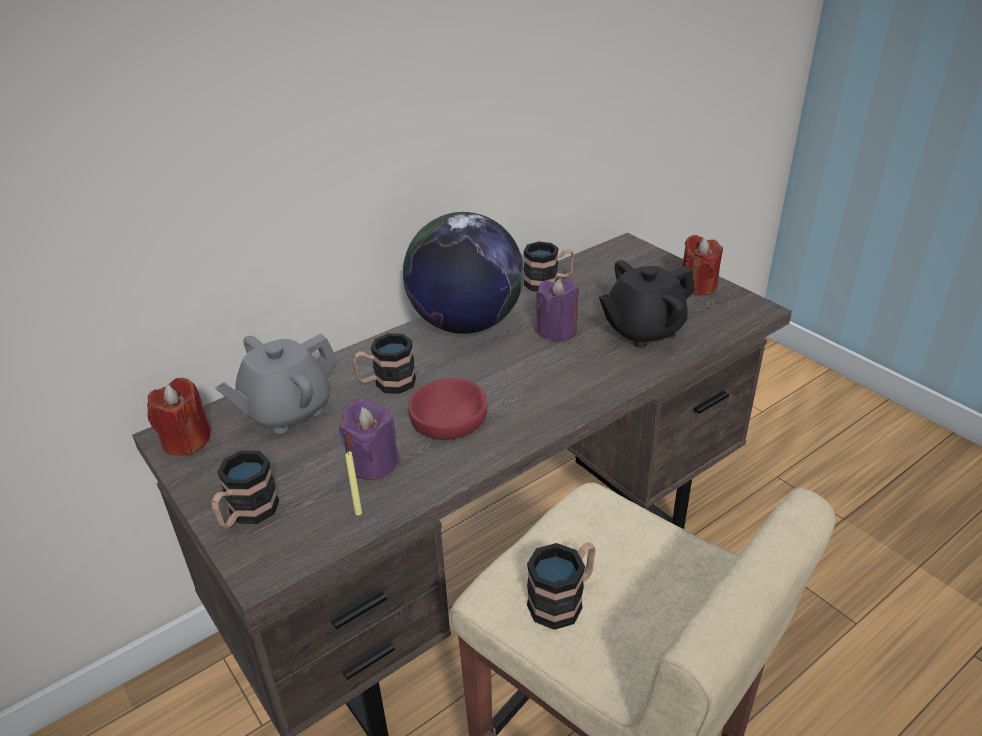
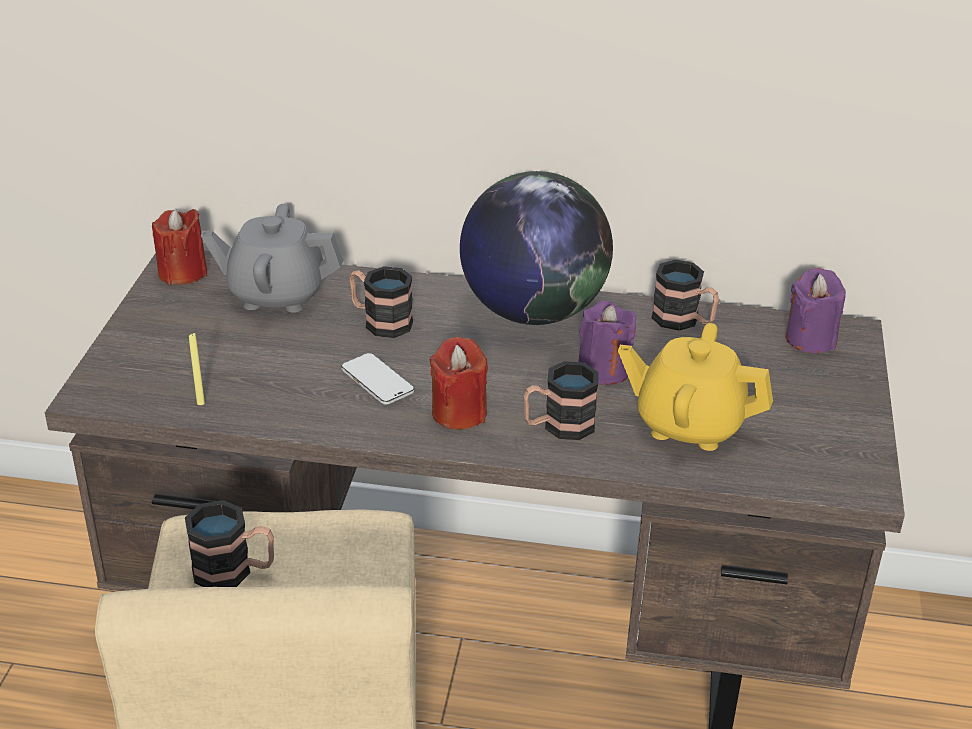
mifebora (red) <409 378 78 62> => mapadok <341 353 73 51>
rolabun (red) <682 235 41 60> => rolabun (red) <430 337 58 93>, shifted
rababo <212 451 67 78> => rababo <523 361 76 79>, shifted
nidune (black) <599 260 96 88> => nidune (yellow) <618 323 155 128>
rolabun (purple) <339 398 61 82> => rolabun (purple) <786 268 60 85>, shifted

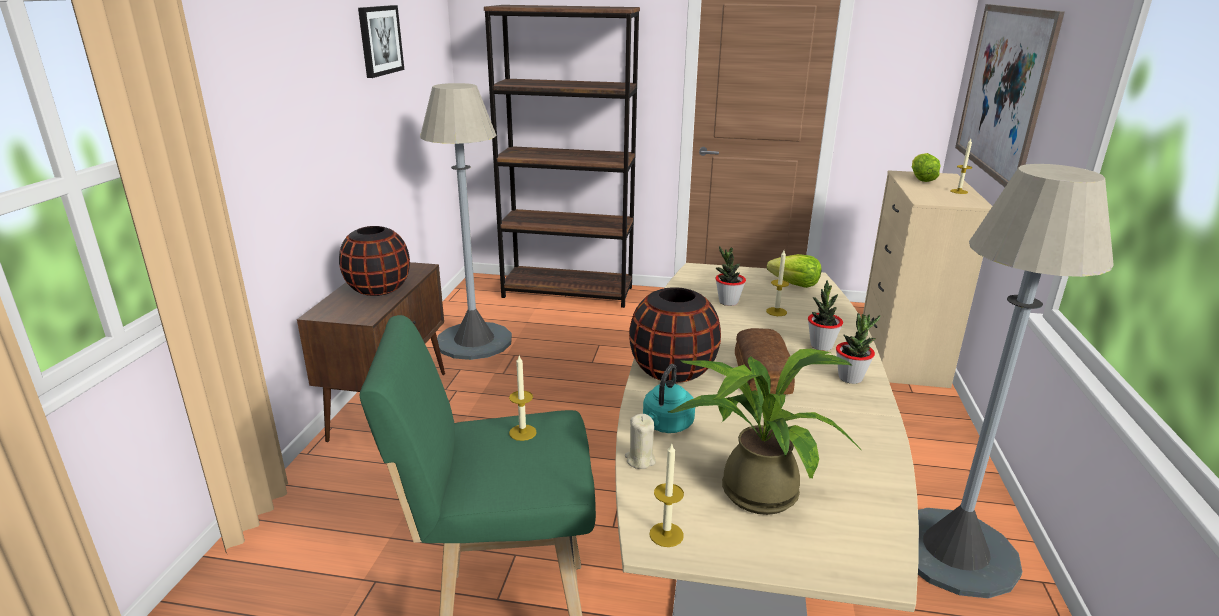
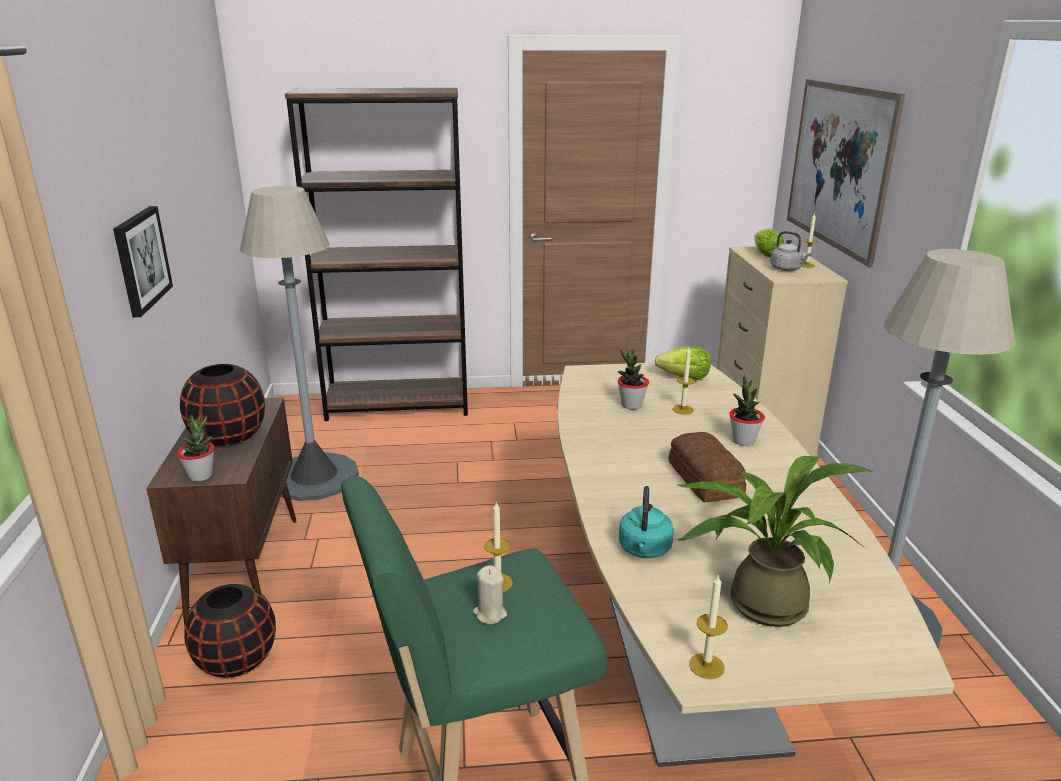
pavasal <358 5 46 73> => pavasal <113 206 60 111>, shifted
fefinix <836 313 44 71> => fefinix <177 415 37 67>, shifted
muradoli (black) <629 287 92 96> => muradoli (black) <184 584 92 94>, shifted
rolabun (beige) <625 414 31 55> => rolabun (beige) <473 565 34 59>, shifted
nothing => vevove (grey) <770 231 42 40>

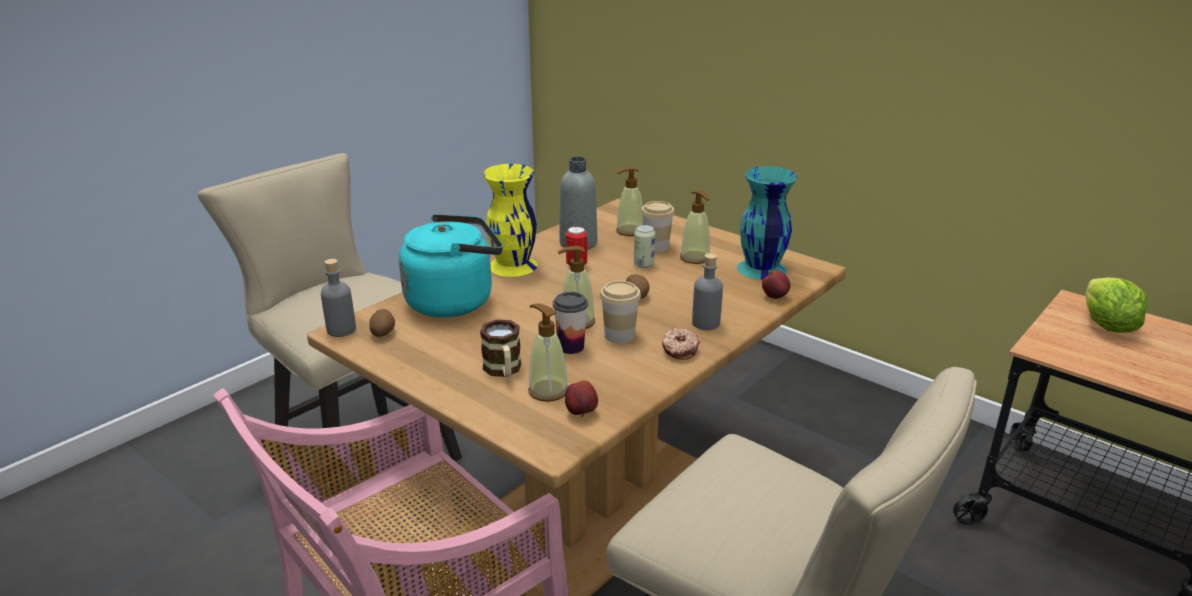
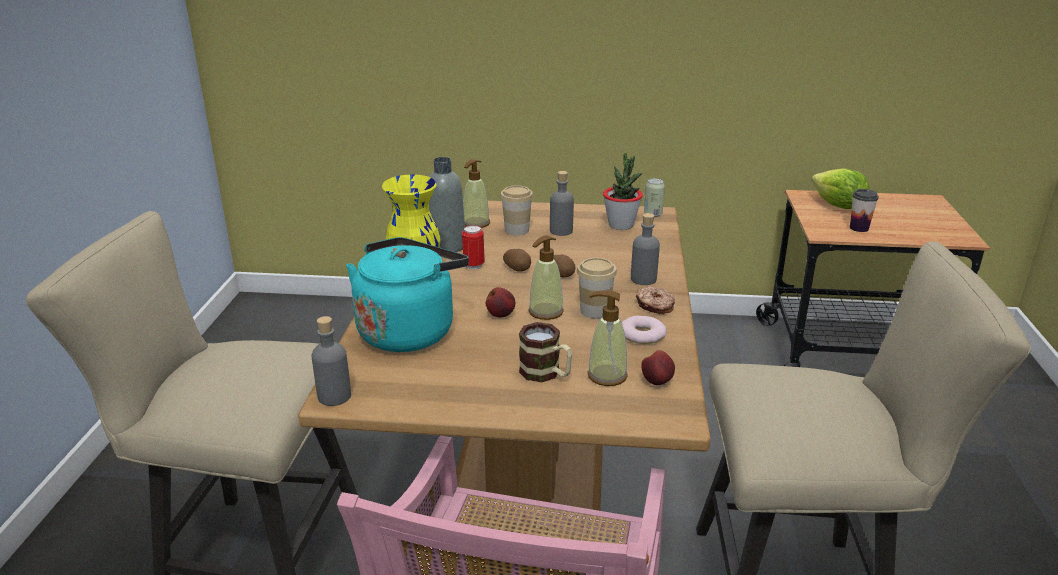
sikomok <762 270 28 29> => sikomok <486 287 29 31>, shifted
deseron <369 309 26 28> => deseron <503 249 28 23>, shifted
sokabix <680 190 30 74> => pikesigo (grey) <550 171 24 65>
muradoli (turquoise) <737 166 60 114> => fefinix <603 153 40 77>
nothing => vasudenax <622 316 45 28>
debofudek <634 225 21 43> => debofudek <644 178 21 39>, shifted
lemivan <553 292 35 62> => lemivan <850 189 29 43>, shifted

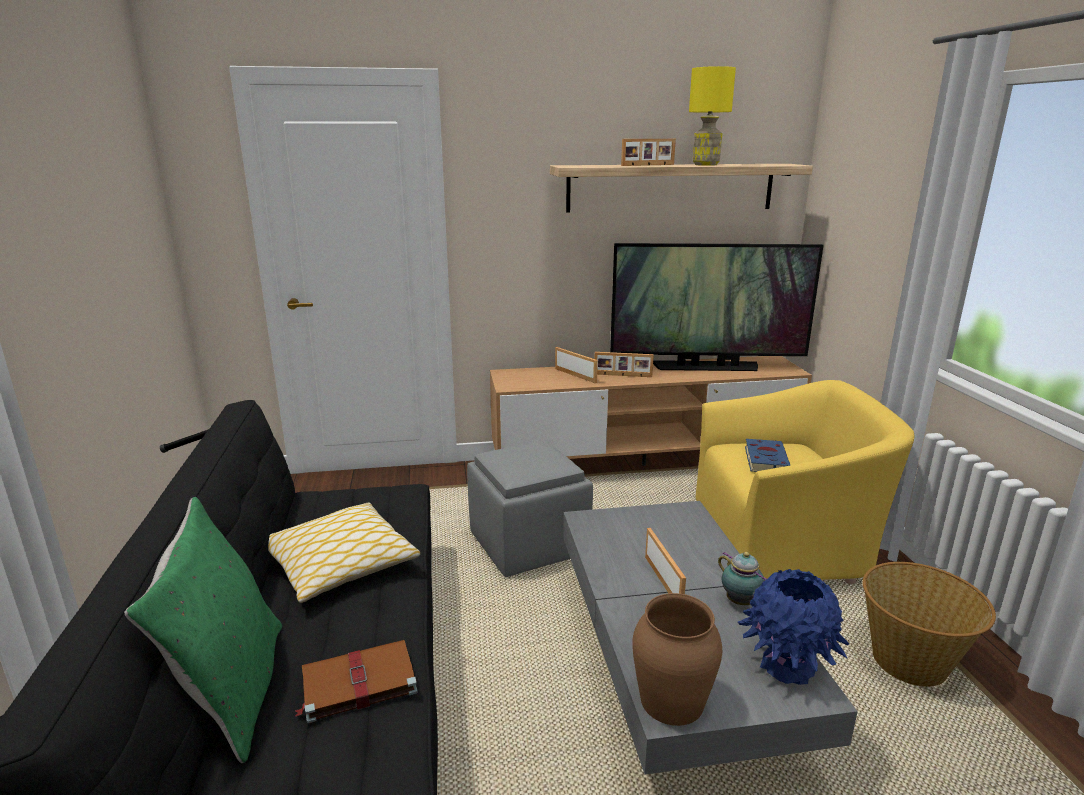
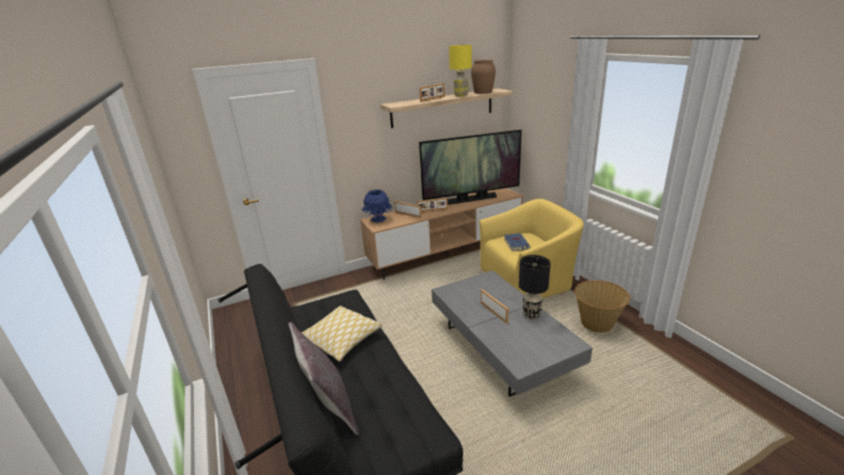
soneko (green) <124 497 158 266> => soneko (grey) <289 322 70 113>
muradoli (blue) <738 569 111 116> => muradoli (blue) <362 189 31 34>, shifted
muradoli (brown) <632 593 90 133> => muradoli (brown) <471 60 25 34>, shifted
nidune <718 552 48 53> => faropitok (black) <519 255 32 64>
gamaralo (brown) <295 640 123 83> => nothing
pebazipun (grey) <467 440 126 137> => nothing

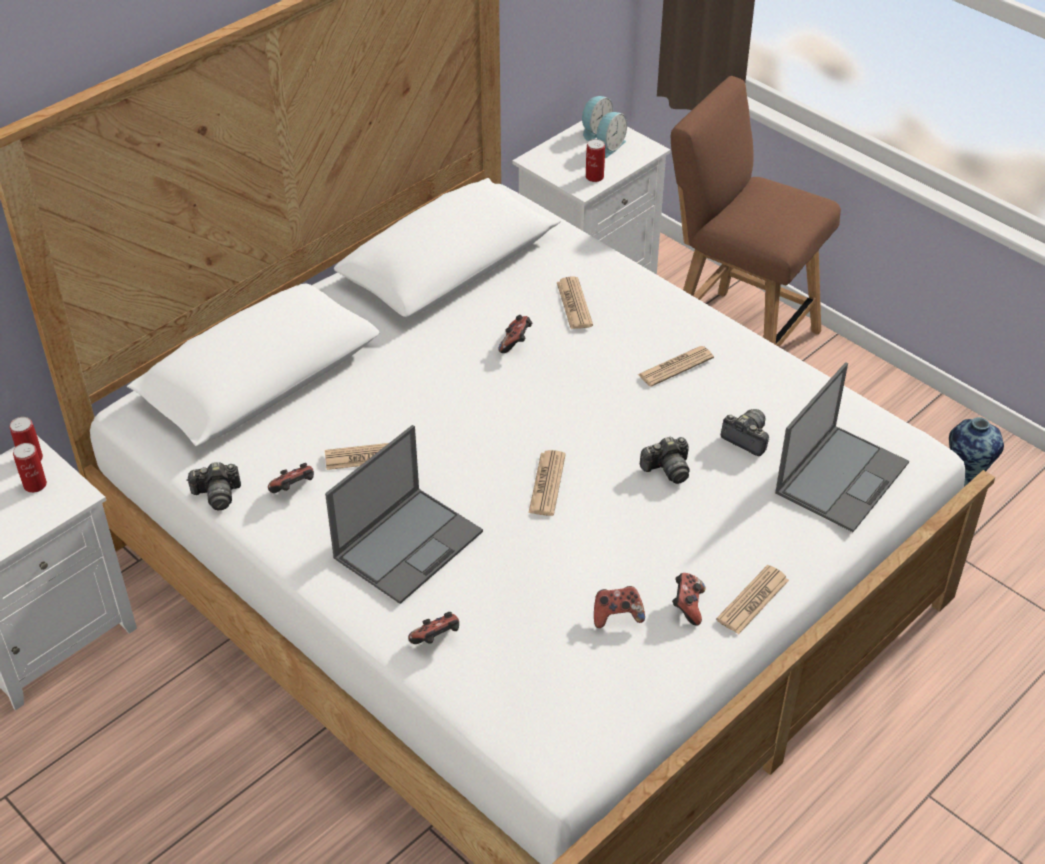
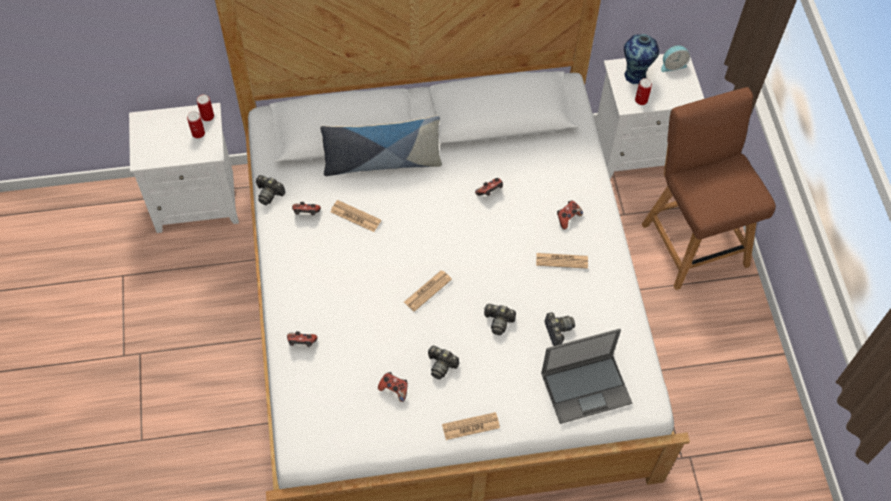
nothing => soneko <320 116 122 60>
nothing => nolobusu <428 346 31 33>
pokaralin <672 573 34 53> => pokaralin <557 201 26 29>, shifted
muradoli <949 417 55 70> => muradoli <624 34 35 50>, shifted
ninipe <325 425 158 179> => nothing
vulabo <557 277 36 52> => nothing
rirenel <597 112 30 46> => nothing

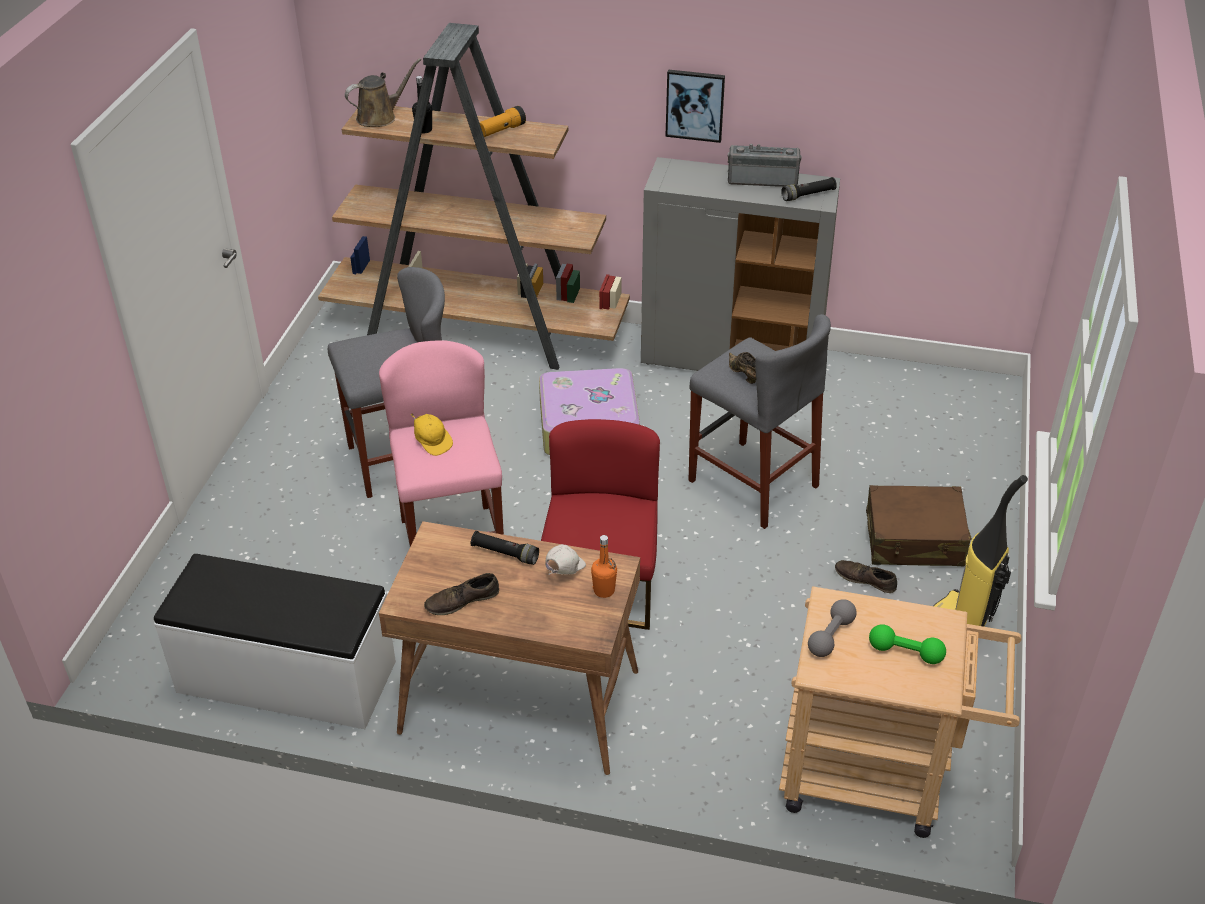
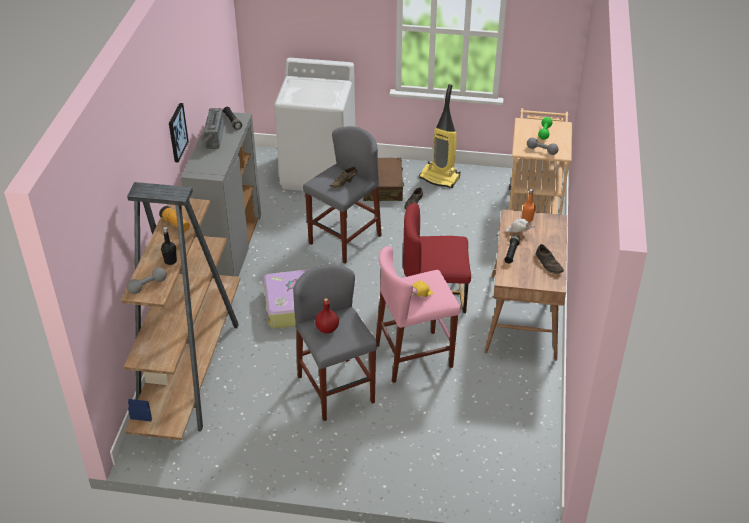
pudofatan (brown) <345 58 76 69> => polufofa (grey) <127 267 40 27>
nothing => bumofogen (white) <274 58 81 133>
nothing => pikesigo (red) <315 298 24 36>
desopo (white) <154 554 242 175> => nothing

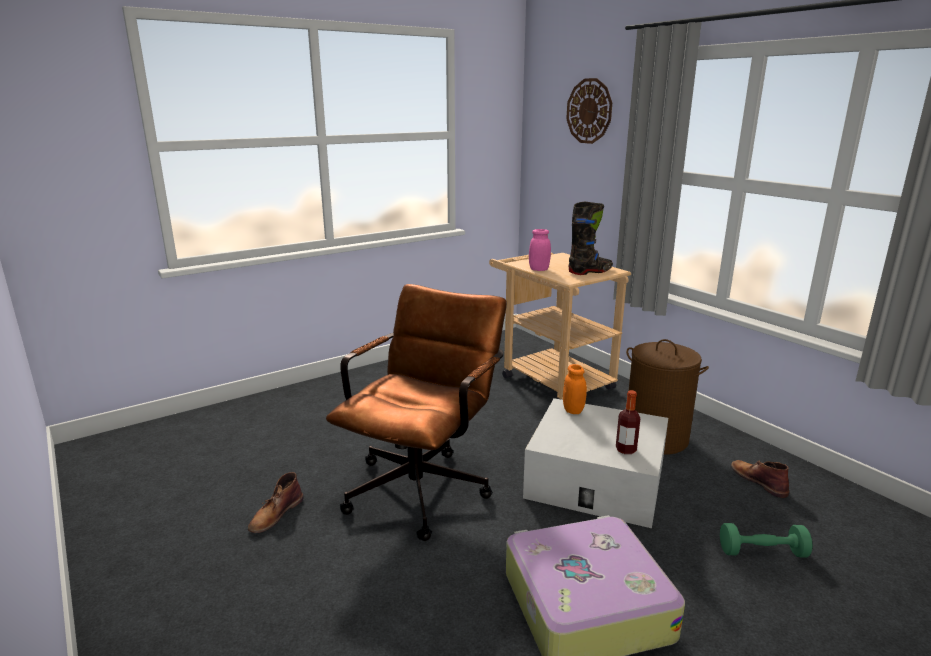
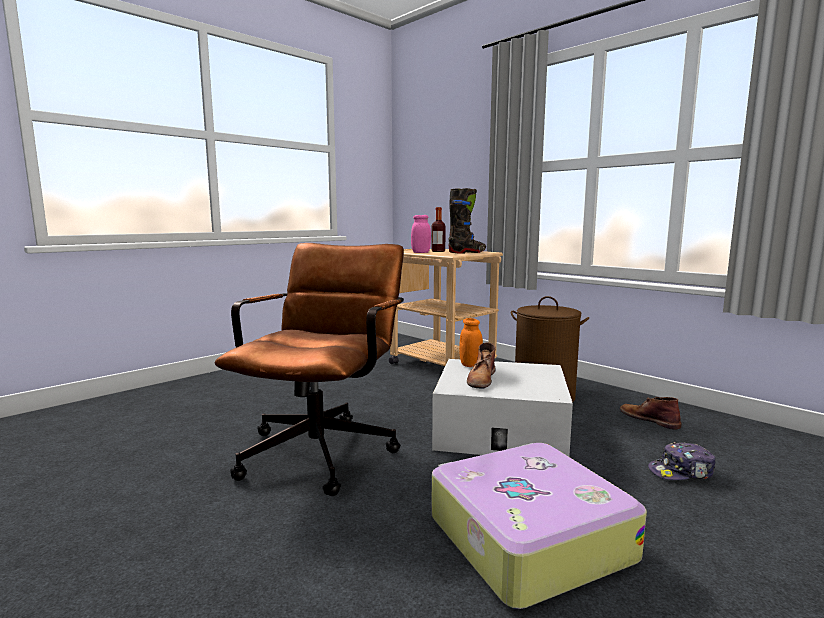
pikesigo <616 390 24 64> => pikesigo <431 207 15 45>, shifted
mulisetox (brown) <248 472 56 61> => mulisetox (brown) <467 342 29 46>, shifted
polufofa (green) <720 523 93 35> => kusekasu <648 442 68 38>
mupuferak <566 78 46 66> => nothing

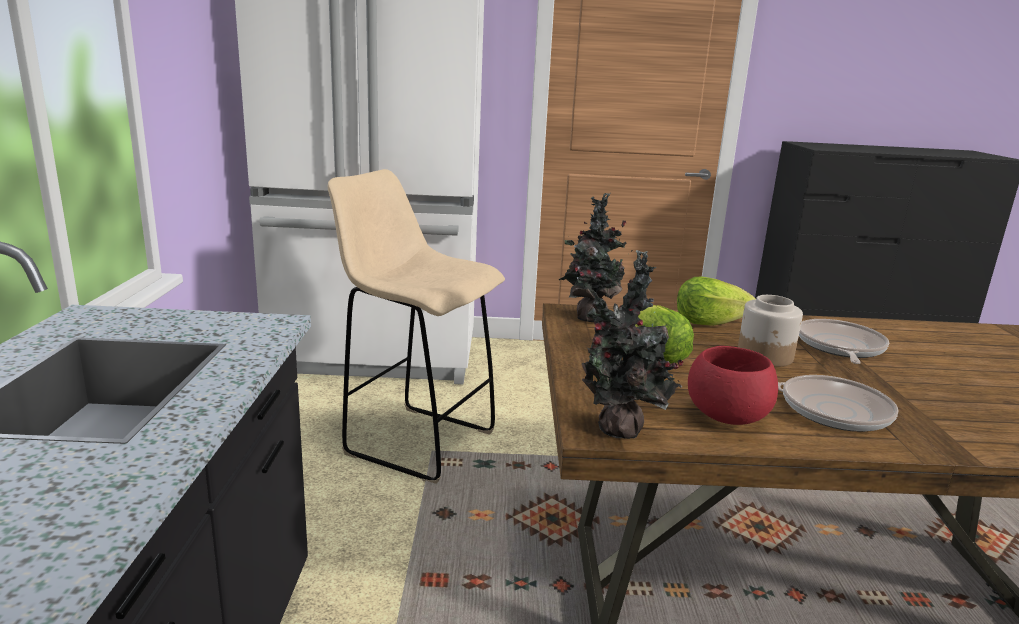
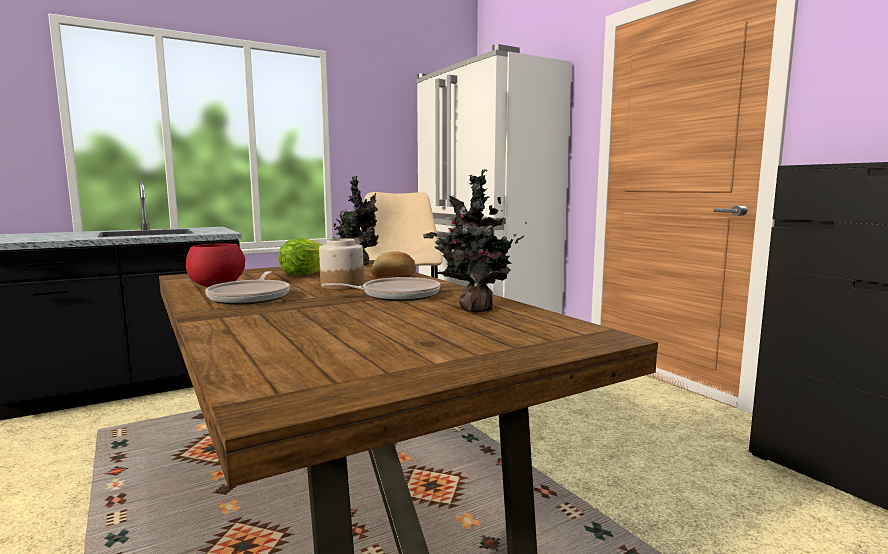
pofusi <677 277 79 49> => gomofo <371 252 45 26>
fefinix <582 250 101 189> => fefinix <423 169 104 143>, shifted

